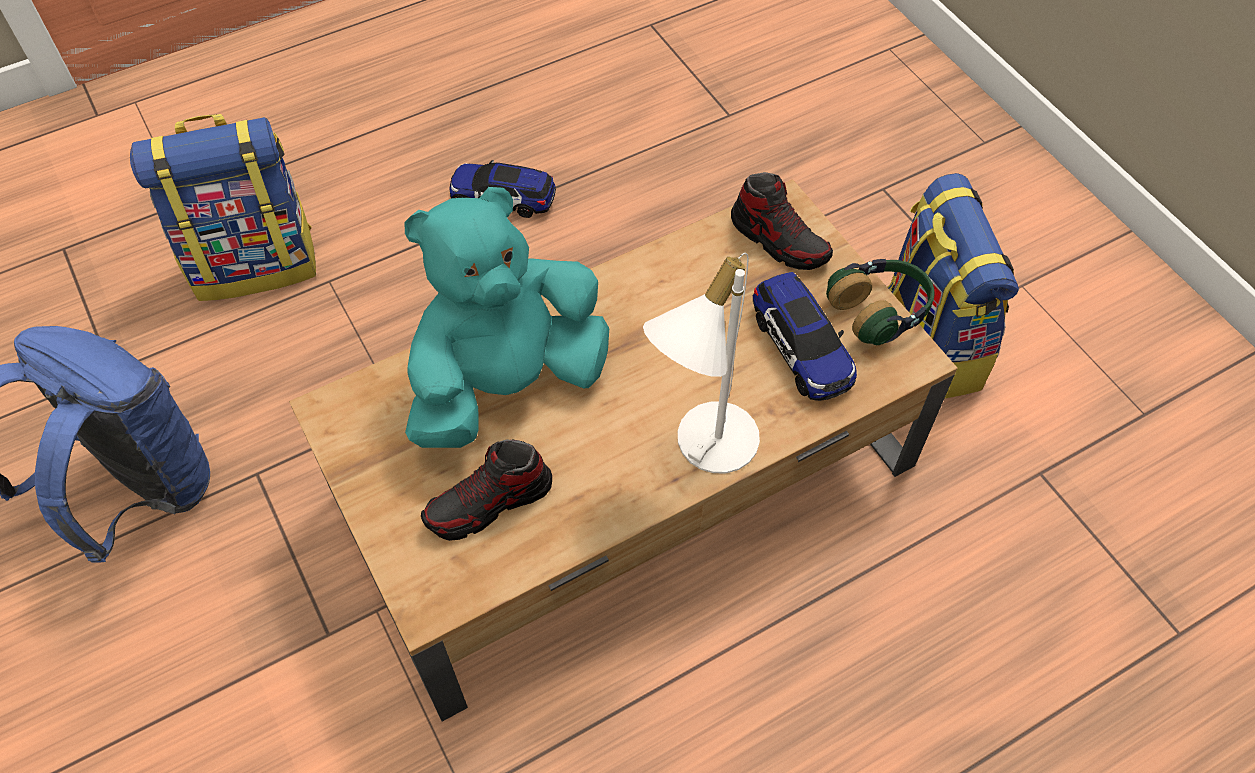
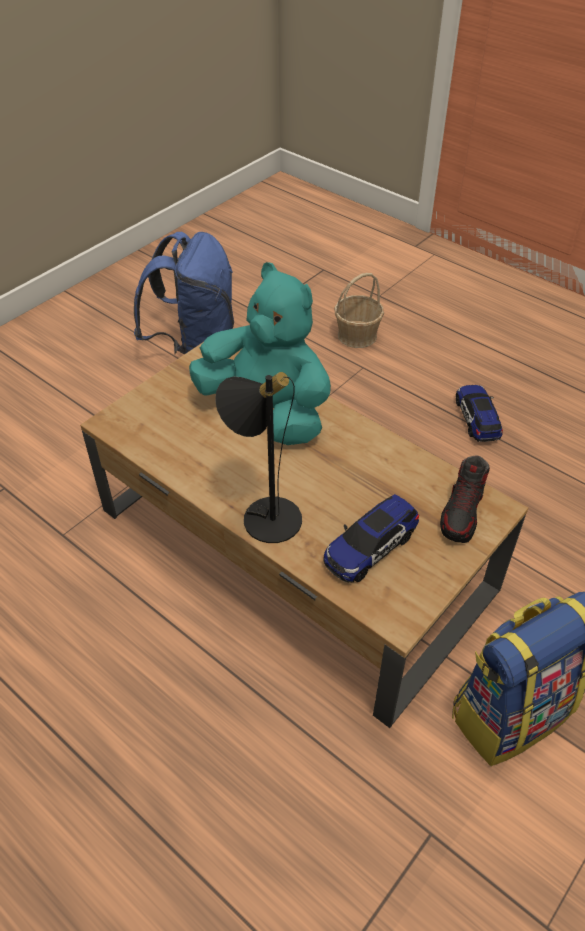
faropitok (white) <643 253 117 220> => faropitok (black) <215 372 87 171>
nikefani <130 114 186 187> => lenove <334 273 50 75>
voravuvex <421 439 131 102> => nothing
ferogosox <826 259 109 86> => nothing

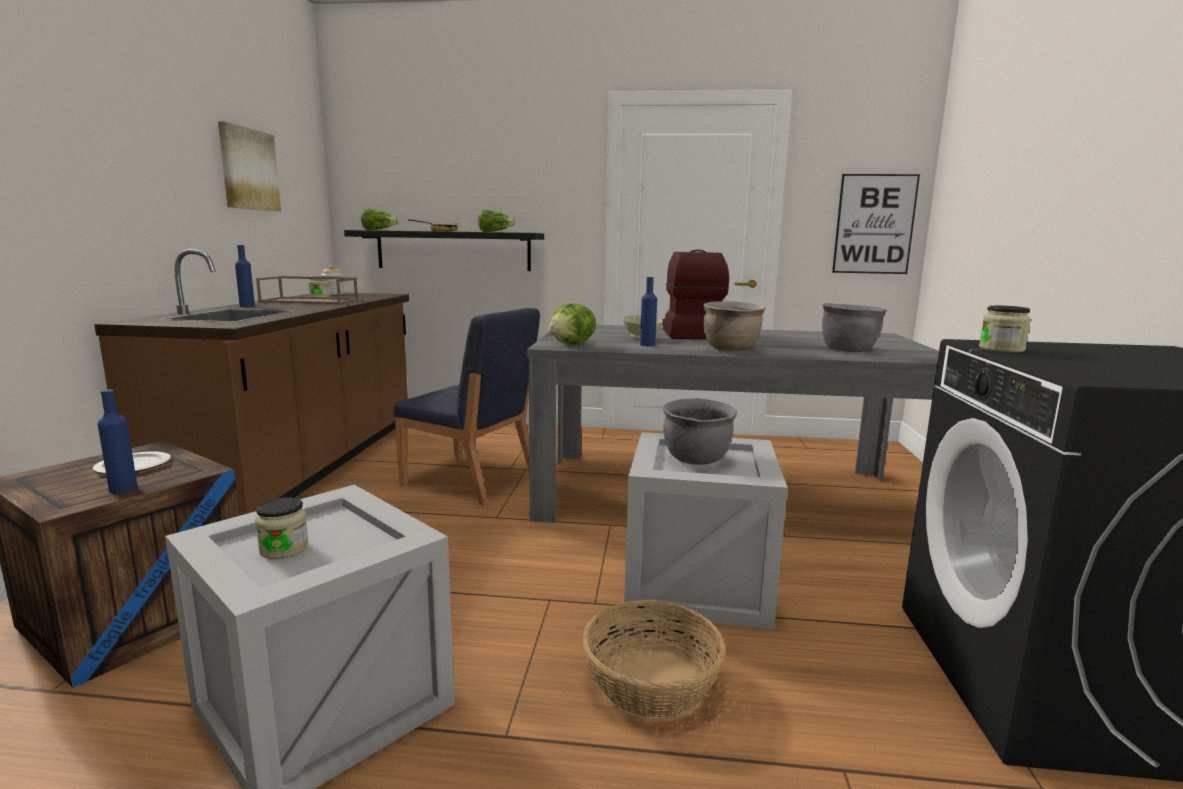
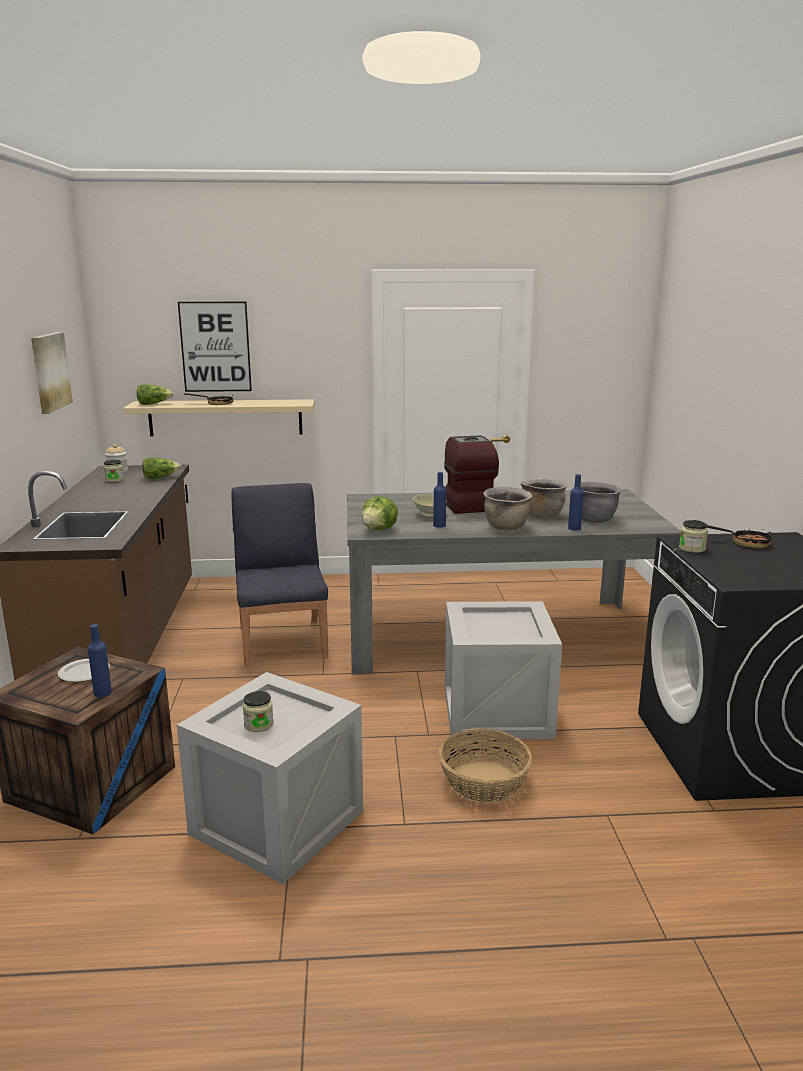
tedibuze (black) <344 230 200 41> => tedibuze (beige) <123 399 192 37>
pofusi <478 210 38 22> => pofusi <142 458 39 21>, shifted
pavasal <832 174 88 100> => pavasal <178 301 74 91>, shifted
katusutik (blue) <393 308 147 198> => katusutik (blue) <231 483 97 184>, 120 degrees counterclockwise
nothing => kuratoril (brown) <520 478 48 41>
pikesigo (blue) <235 245 20 62> => pikesigo (blue) <568 474 16 56>, shifted
nothing => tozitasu <707 525 65 23>
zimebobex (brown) <256 276 102 28> => nothing
kuratoril (grey) <663 398 74 67> => nothing

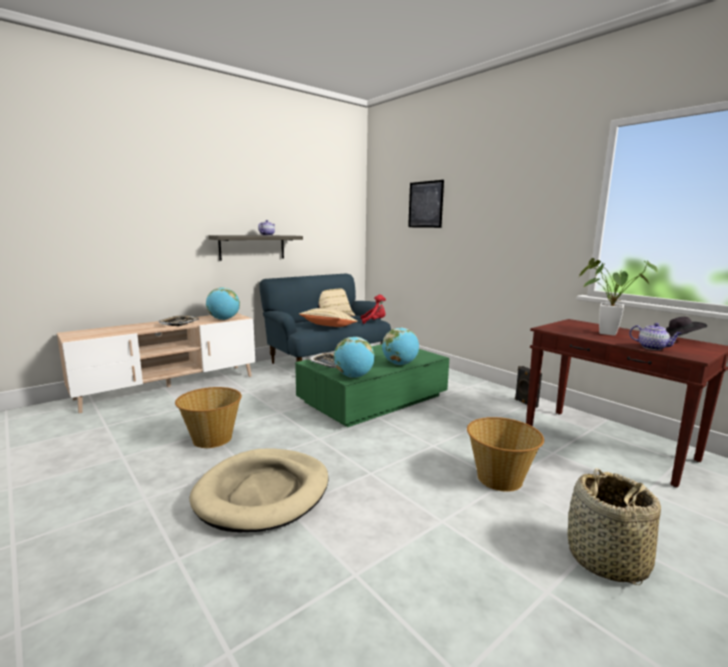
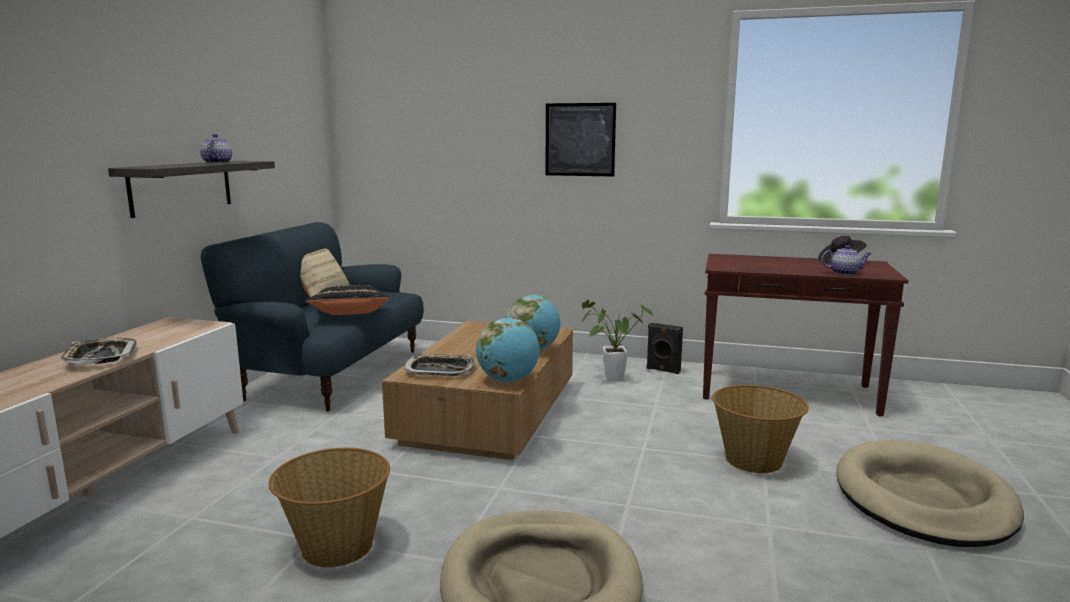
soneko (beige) <299 308 59 19> => soneko (black) <306 285 83 30>
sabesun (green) <295 344 154 83> => sabesun (brown) <382 321 191 139>
pavasal <408 180 36 48> => pavasal <546 103 70 73>, shifted
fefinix <579 258 79 78> => fefinix <581 300 72 82>, shifted
lenove <568 468 93 117> => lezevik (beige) <836 440 188 107>
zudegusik <206 287 34 33> => nothing
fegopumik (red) <361 294 25 30> => nothing

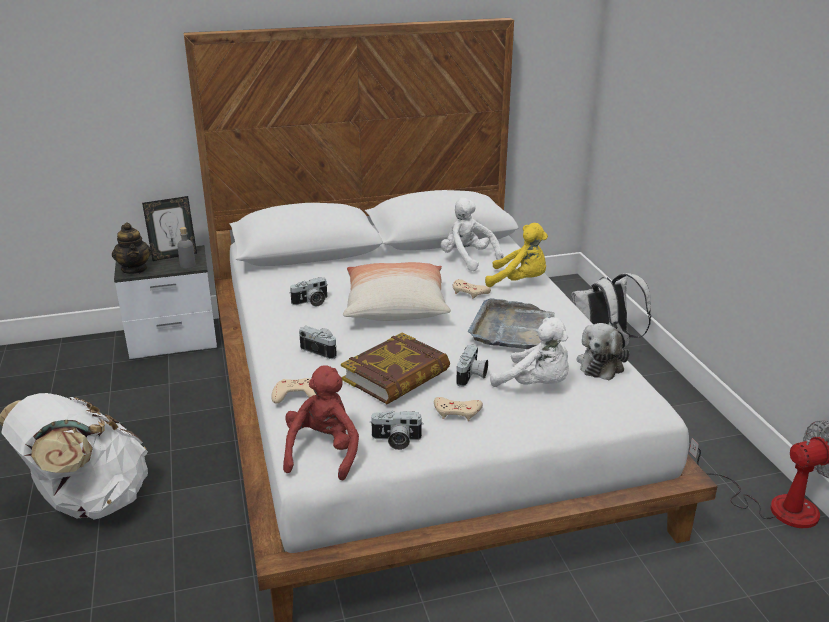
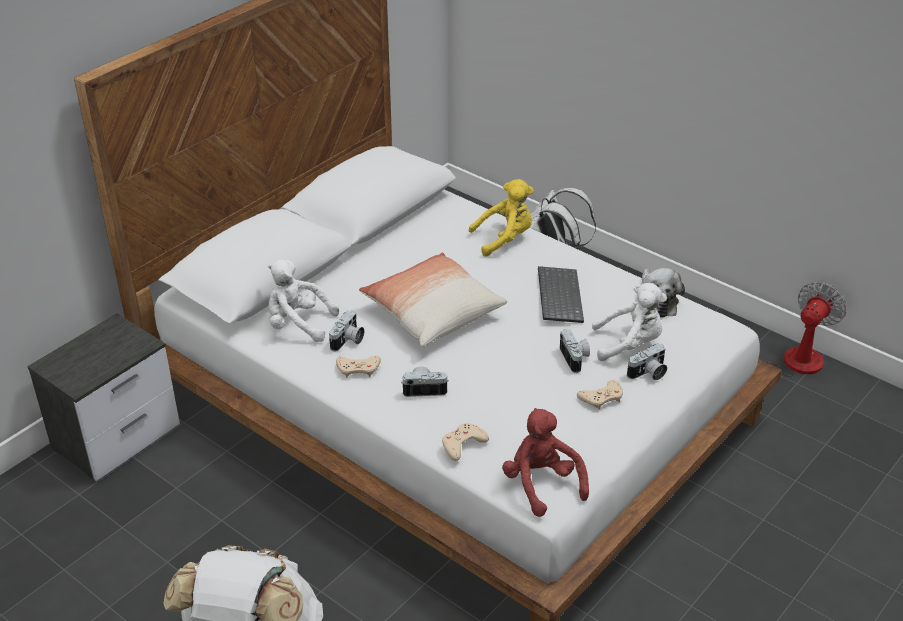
fegopumik (white) <441 198 62 73> => fegopumik (white) <268 259 71 83>, shifted
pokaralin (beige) <453 279 38 20> => pokaralin (beige) <336 356 45 22>, shifted
zimebobex (grey) <468 298 87 51> => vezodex <538 266 46 57>
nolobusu <370 411 54 39> => nolobusu <627 343 40 37>, shifted
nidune <112 223 40 51> => nothing
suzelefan <142 196 55 65> => nothing
pikesigo (grey) <177 227 18 42> => nothing
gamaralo <341 332 109 72> => nothing

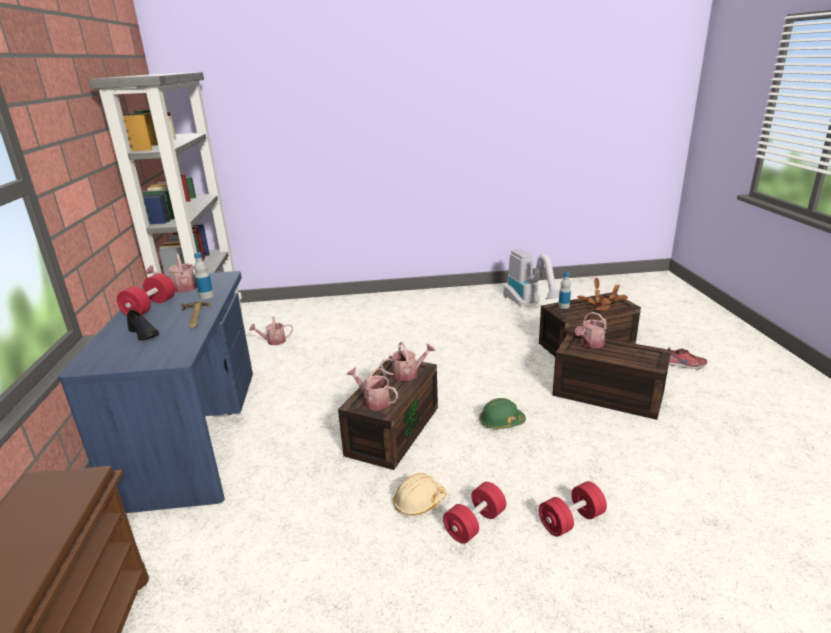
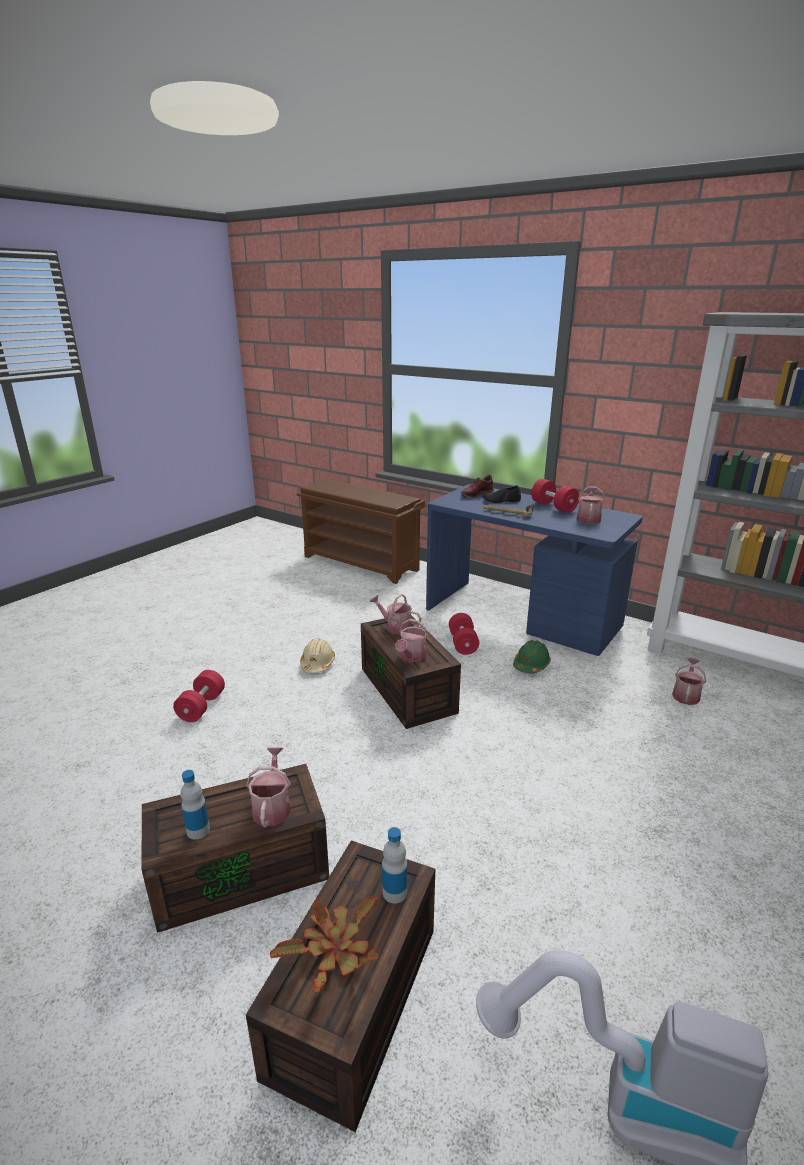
pikesigo <194 252 20 47> => pikesigo <180 770 30 69>, shifted
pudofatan <347 367 51 44> => pudofatan <369 594 52 40>, 135 degrees counterclockwise
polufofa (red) <443 482 63 62> => polufofa (red) <449 613 30 42>, shifted
voravuvex <668 348 39 21> => voravuvex <461 474 33 24>, shifted
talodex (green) <479 398 47 31> => talodex (green) <513 640 38 34>, shifted

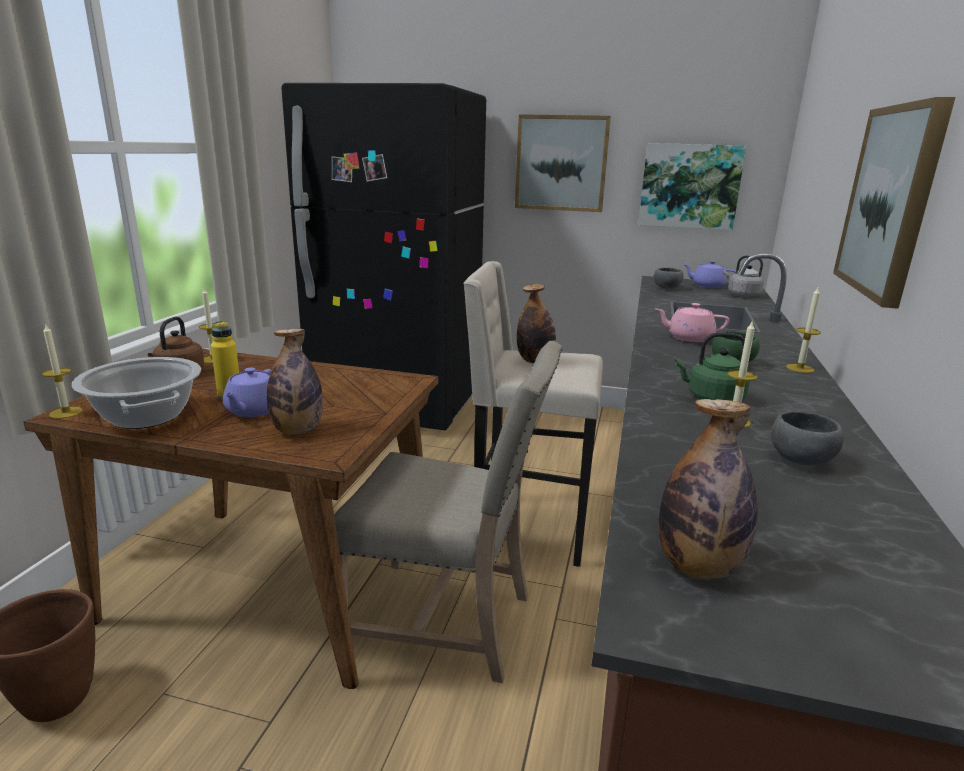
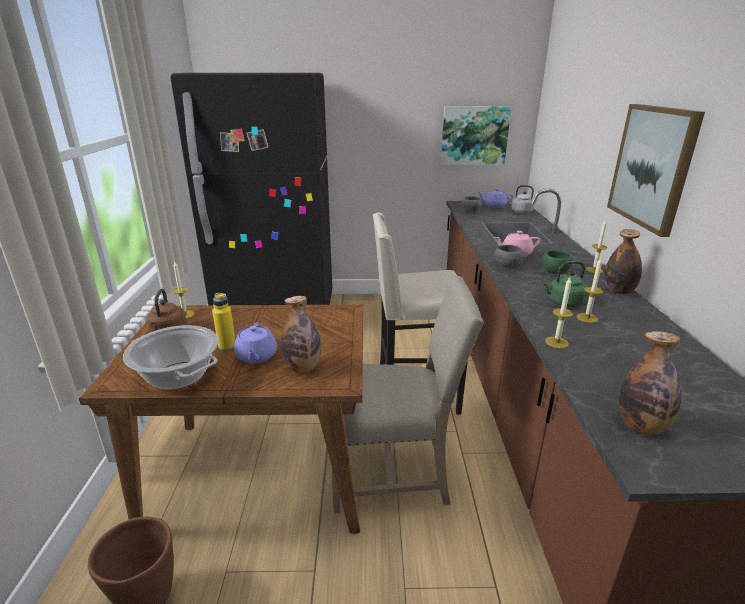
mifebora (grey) <771 411 73 55> => mifebora (grey) <495 245 29 22>, shifted
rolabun <42 323 41 96> => rolabun <545 277 28 71>, shifted
pikesigo <517 284 39 79> => pikesigo <605 229 37 65>, shifted
pavasal <515 114 96 98> => nothing

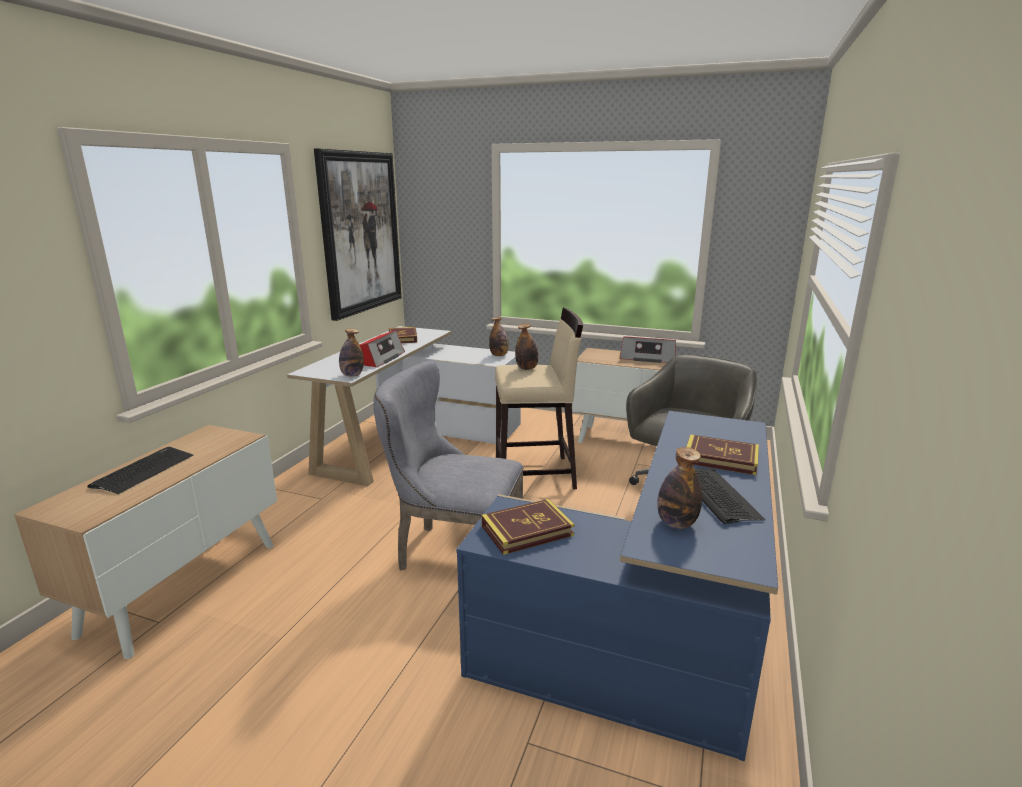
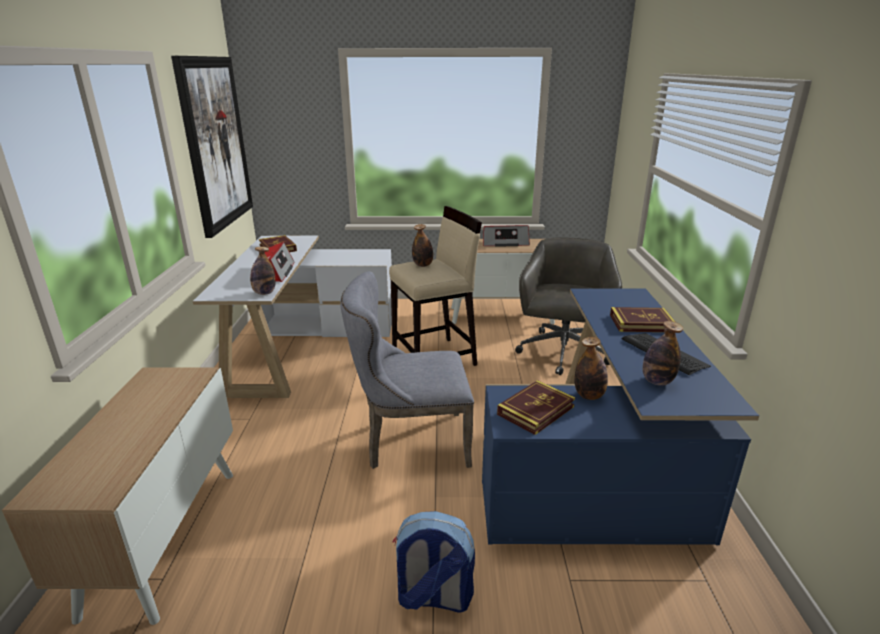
nothing => nikefani <392 511 83 102>
pikesigo <489 317 20 39> => pikesigo <574 337 34 63>, shifted
vezodex <87 447 106 47> => nothing

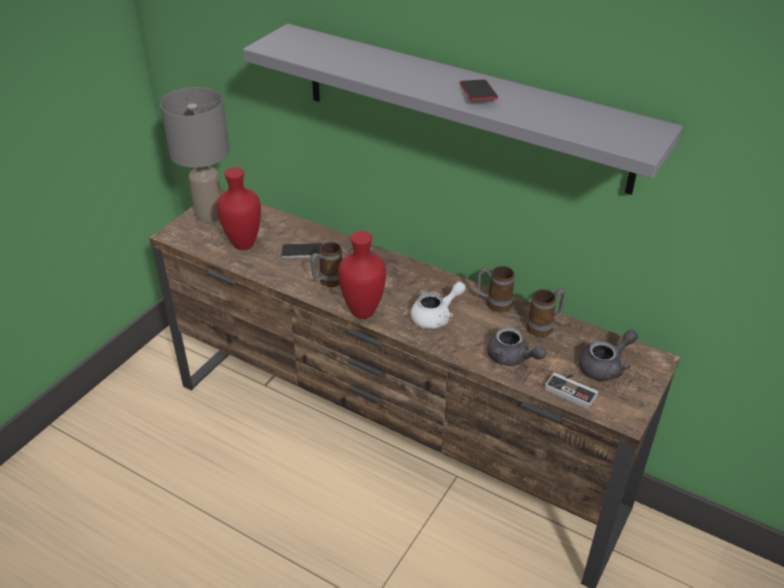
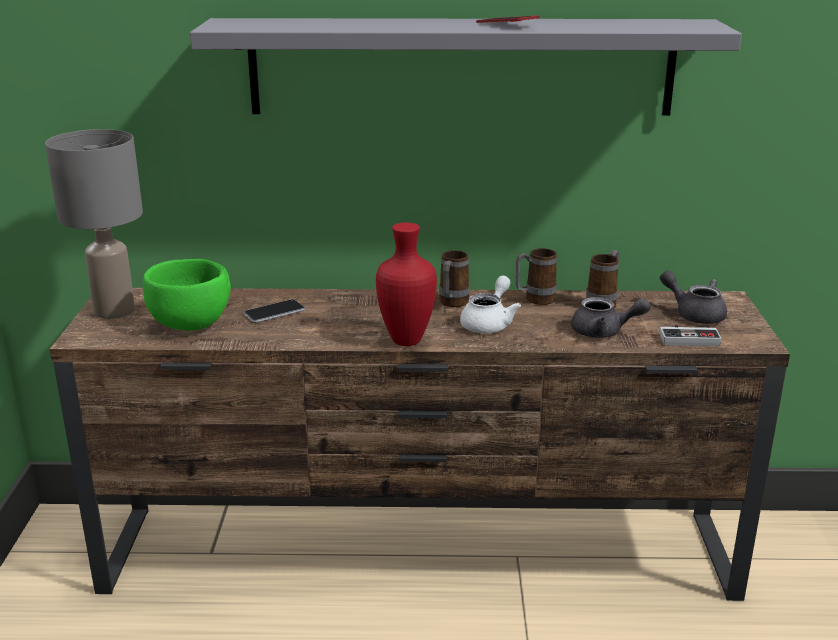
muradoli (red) <217 167 44 83> => mifebora (green) <143 259 88 72>
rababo <310 242 32 45> => rababo <439 250 31 57>, shifted
nidune (grey) <579 329 59 52> => nidune (grey) <660 271 67 53>, 75 degrees counterclockwise

